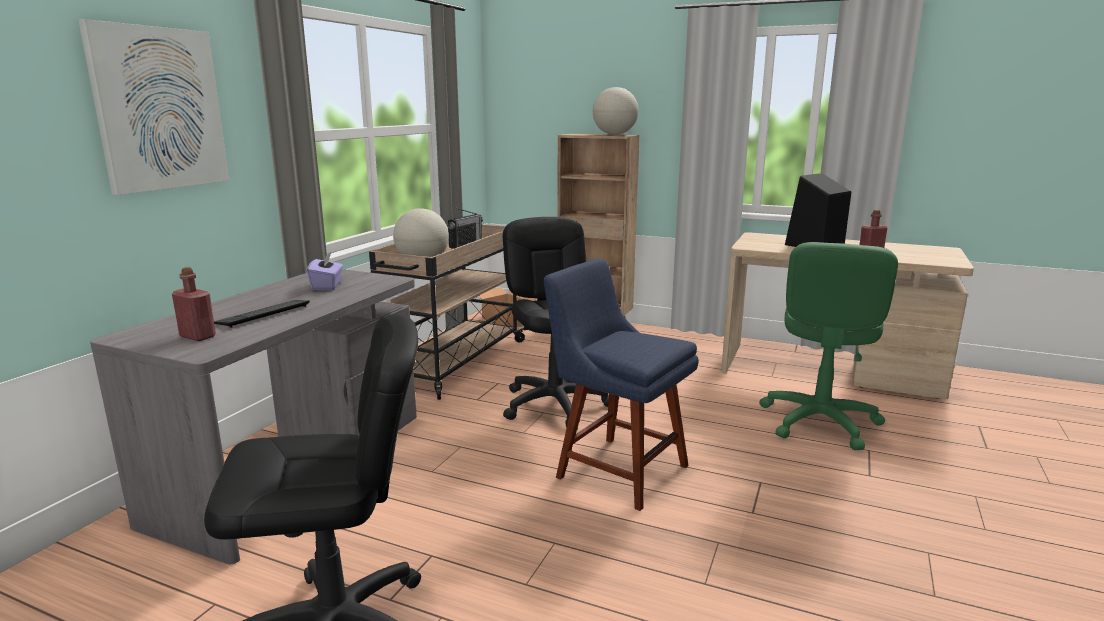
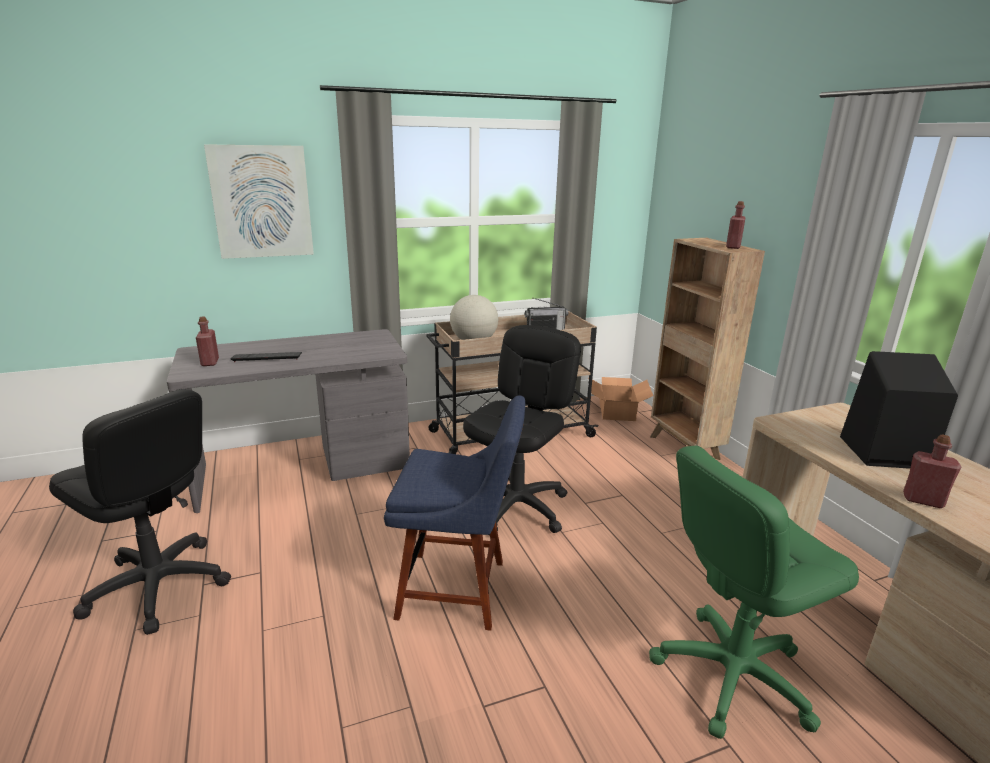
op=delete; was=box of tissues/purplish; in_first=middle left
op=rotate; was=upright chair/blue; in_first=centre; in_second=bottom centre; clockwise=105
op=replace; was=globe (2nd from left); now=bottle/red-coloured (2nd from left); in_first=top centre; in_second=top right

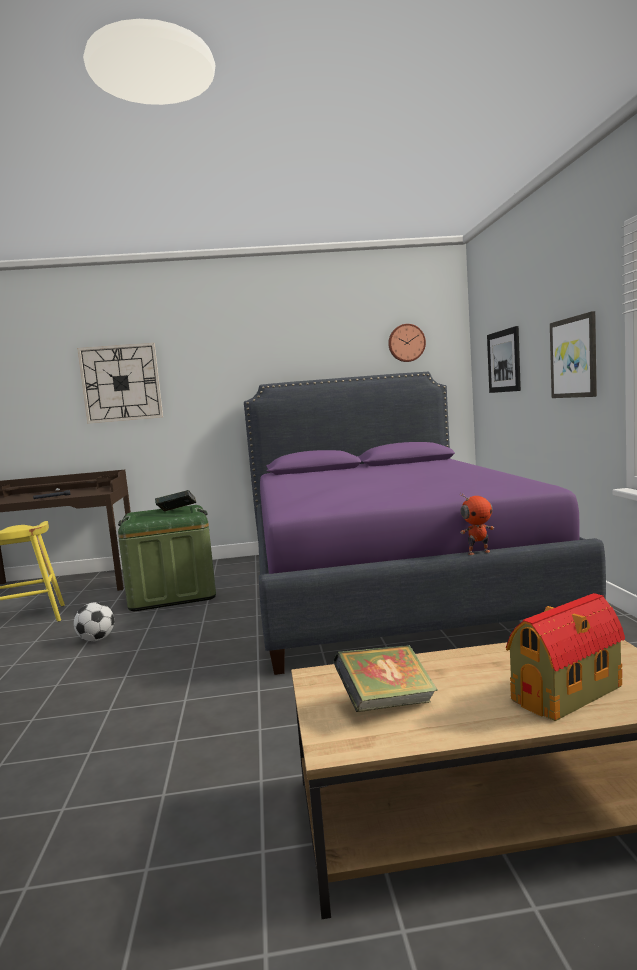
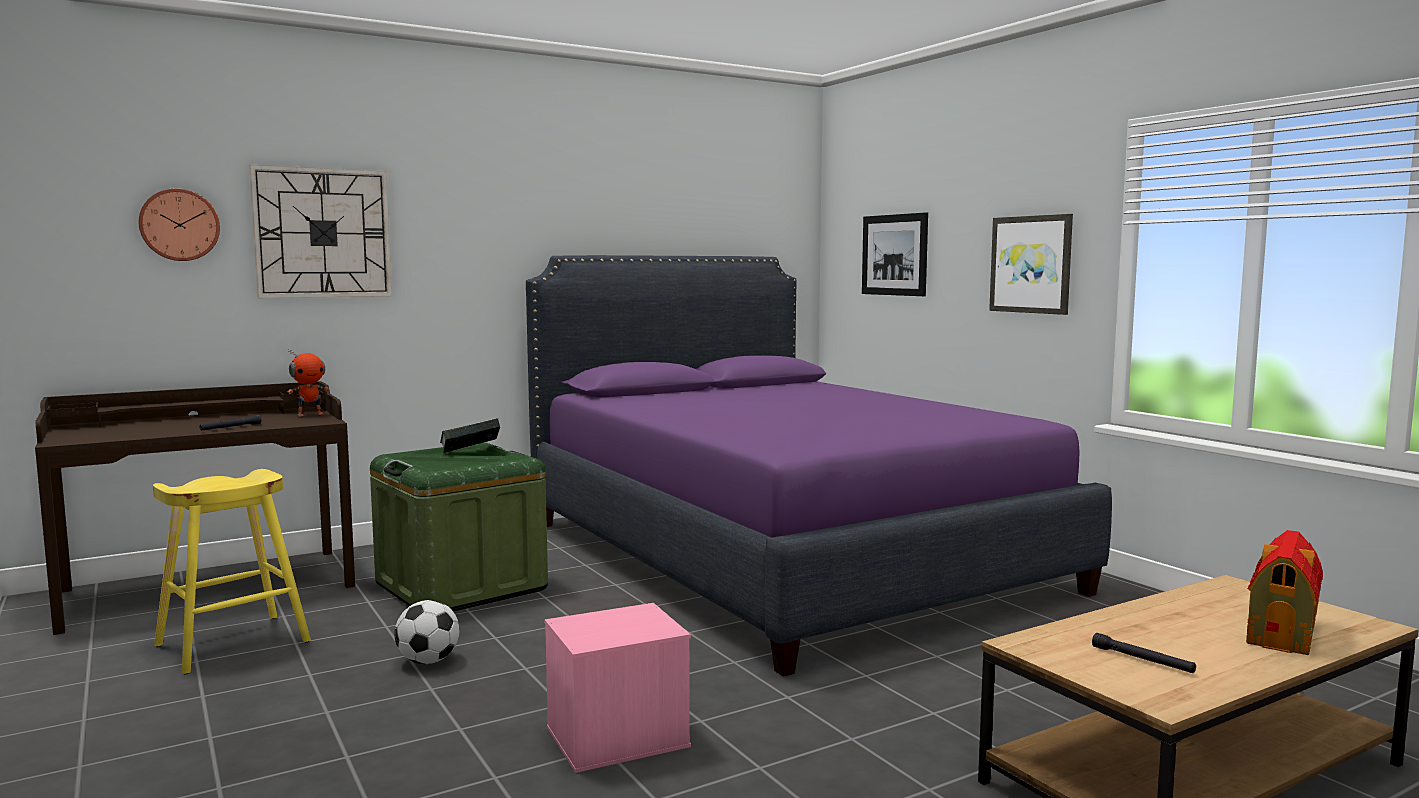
op=replace; was=volume (2nd from left); now=torch/black (2nd from left); in_first=bottom centre; in_second=bottom right
op=move; was=wall clock (2nd from left in the first image); now=wall clock (1st from left); in_first=centre; in_second=top left
op=move; was=robot figure; in_first=middle right; in_second=middle left
op=insert; now=storage box/pinkish; in_second=bottom centre

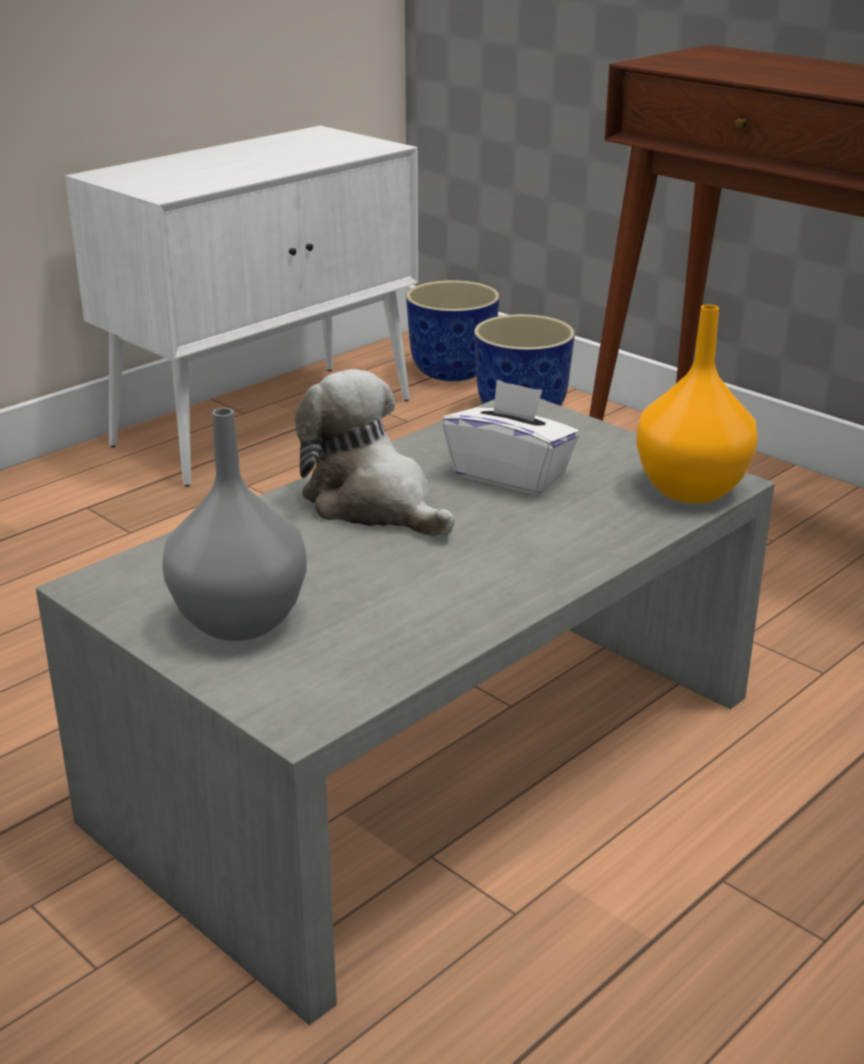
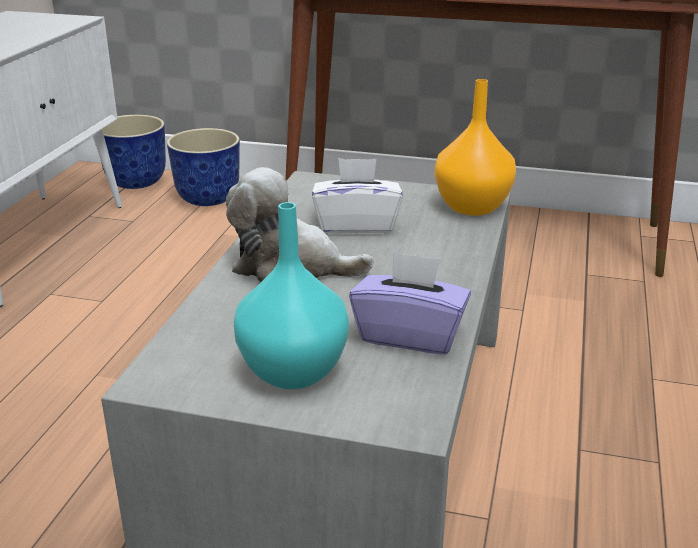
op=recolor; was=decorative vase/greyish; now=decorative vase/blue-green; in_first=middle left; in_second=centre
op=insert; now=box of tissues/purplish; in_second=centre

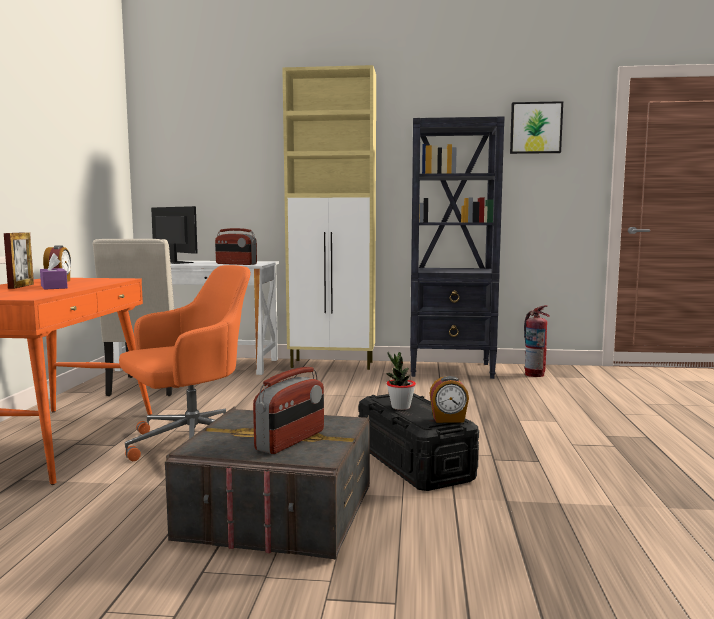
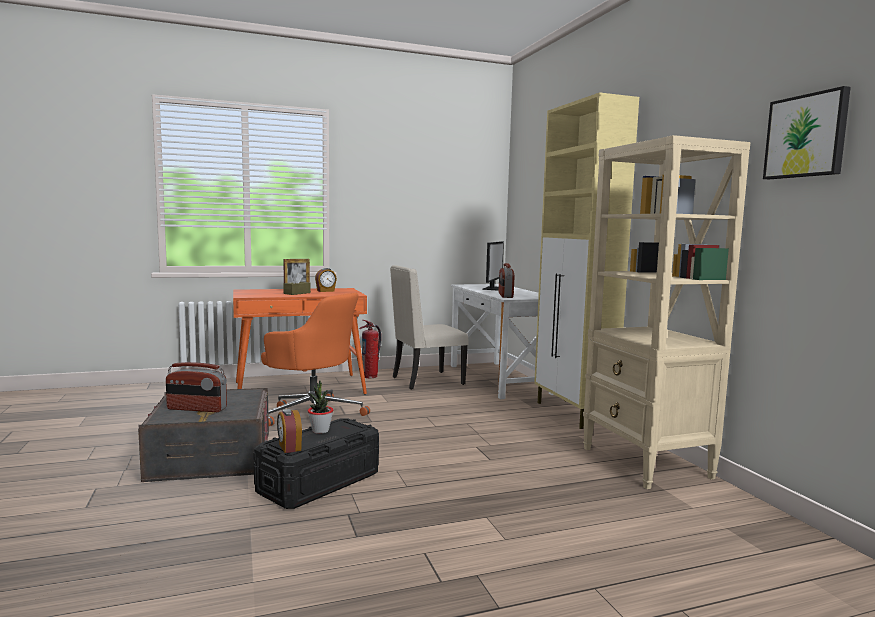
op=recolor; was=box of tissues/purplish; now=box of tissues/brownish; in_first=middle left; in_second=centre
op=recolor; was=shelving unit/black; now=shelving unit/beige-coloured; in_first=centre; in_second=middle right
op=move; was=extinguisher; in_first=middle right; in_second=centre

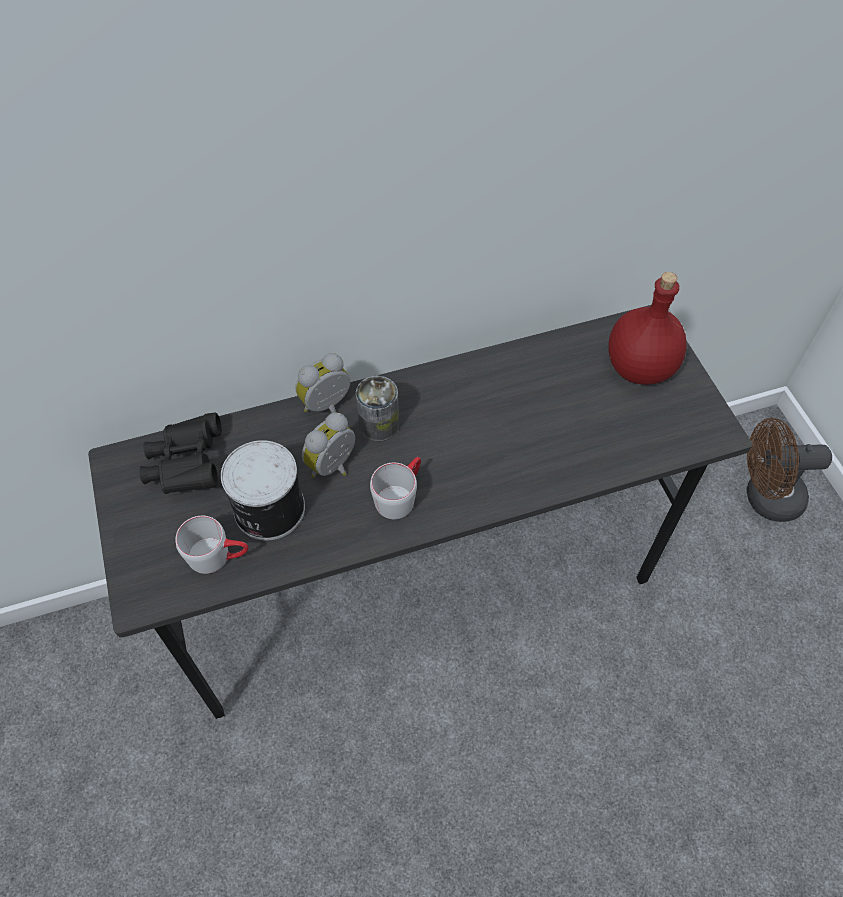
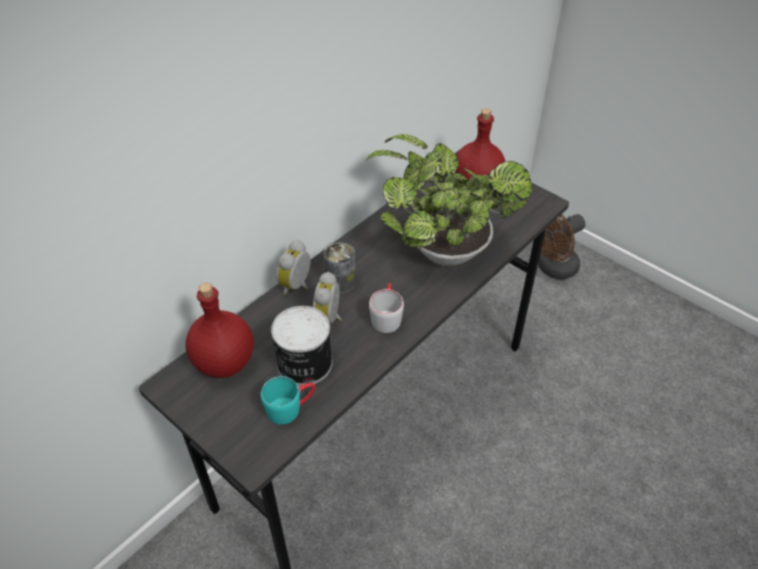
op=replace; was=binoculars/black; now=bottle/red-coloured (1st from left); in_first=middle left; in_second=middle left
op=recolor; was=tea mug/greyish (1st from left); now=tea mug/blue-green; in_first=middle left; in_second=bottom centre
op=insert; now=houseplant; in_second=centre

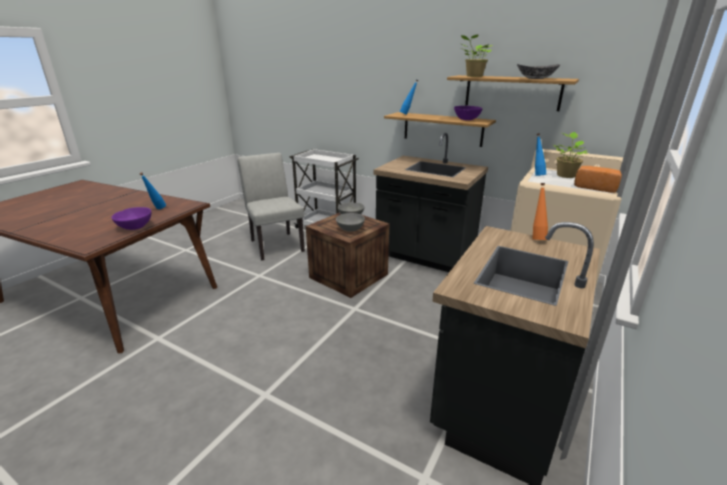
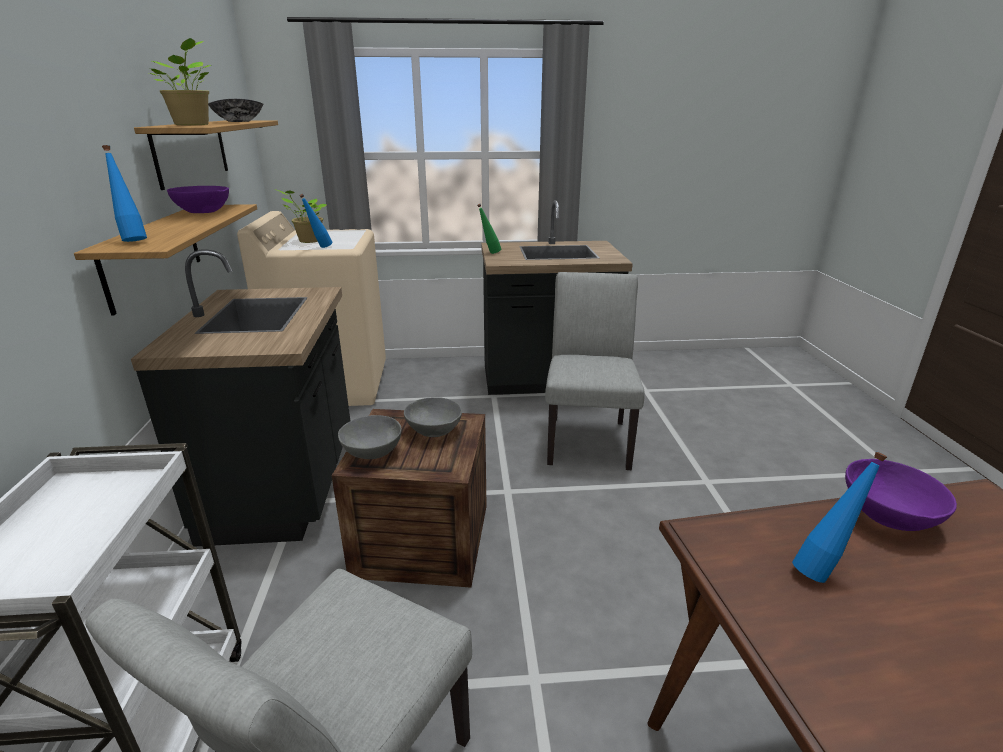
op=recolor; was=bottle/orange; now=bottle/greenish; in_first=middle right; in_second=top centre
op=delete; was=baked bread; in_first=middle right
op=insert; now=upright chair/greyish (2nd from left); in_second=centre

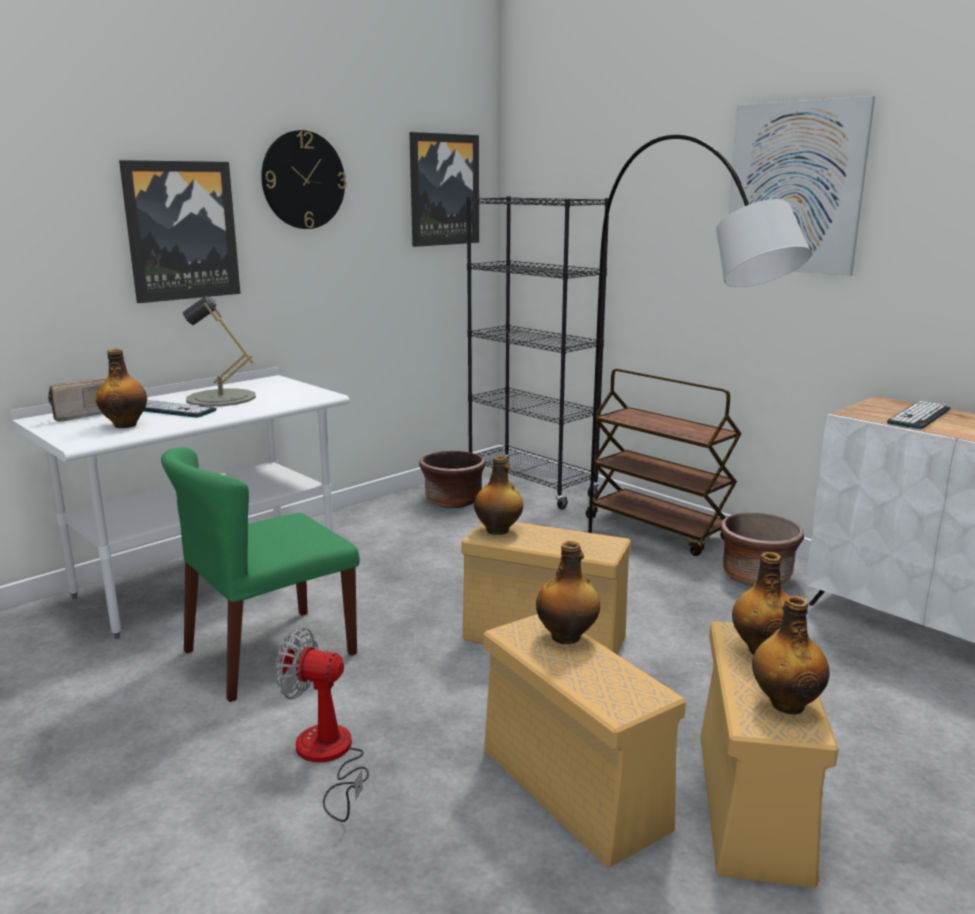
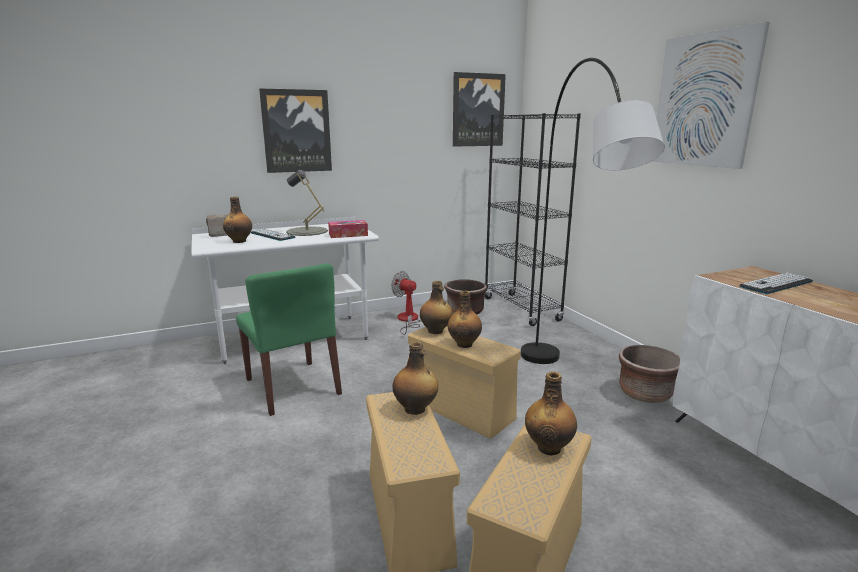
op=rotate; was=upright chair/greenish; in_first=middle left; in_second=centre; clockwise=-105
op=delete; was=wall clock; in_first=top left
op=move; was=cooling fan; in_first=bottom left; in_second=centre
op=delete; was=wheeled cart/brownish; in_first=middle right
op=move; was=bottle (5th from left in the first image); now=bottle (4th from left); in_first=bottom right; in_second=centre
op=insert; now=box of tissues; in_second=centre

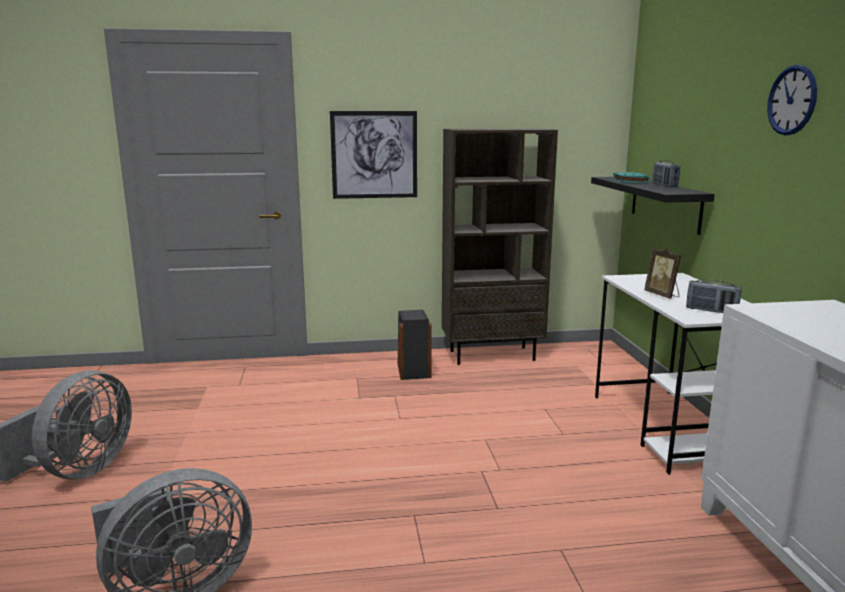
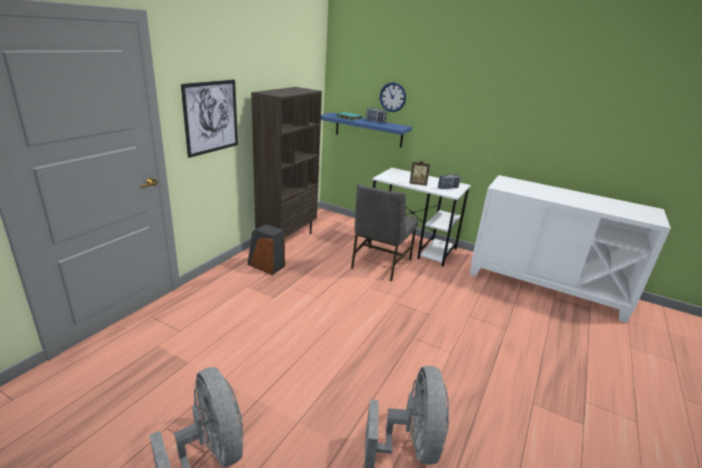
op=recolor; was=bracket shelf/black; now=bracket shelf/blue; in_first=middle right; in_second=top centre
op=move; was=wall clock; in_first=top right; in_second=top centre
op=insert; now=upright chair/greyish; in_second=centre

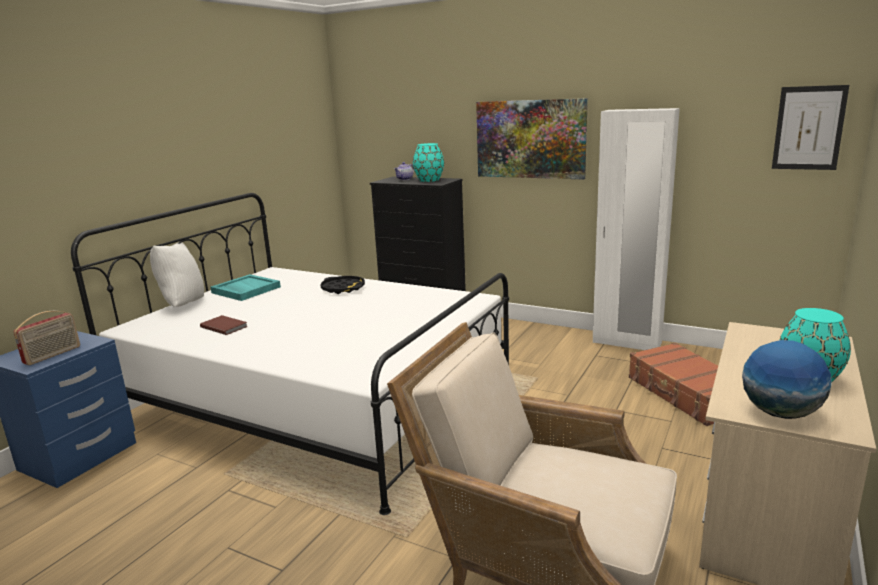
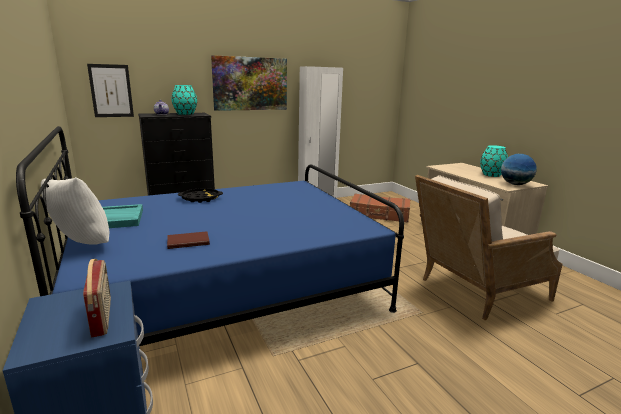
op=recolor; was=bed/white-coloured; now=bed/blue; in_first=middle left; in_second=centre
op=move; was=wall art (2nd from left in the first image); now=wall art (1st from left); in_first=top right; in_second=top left

